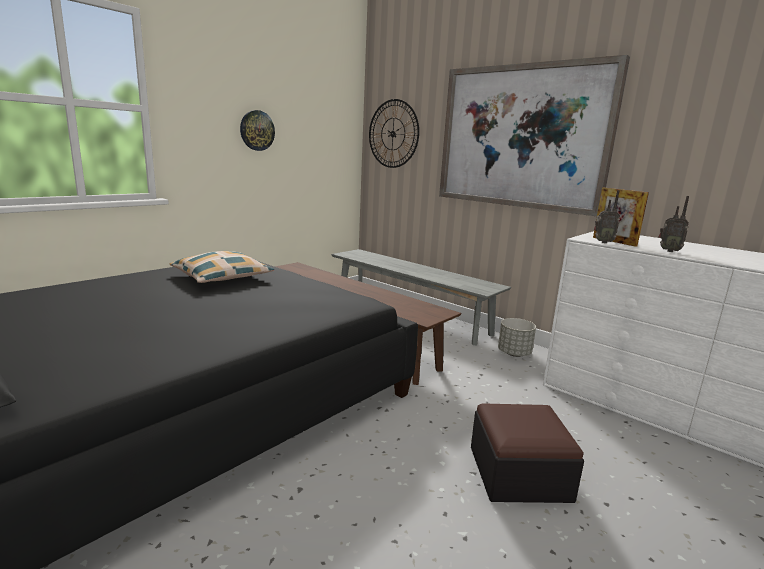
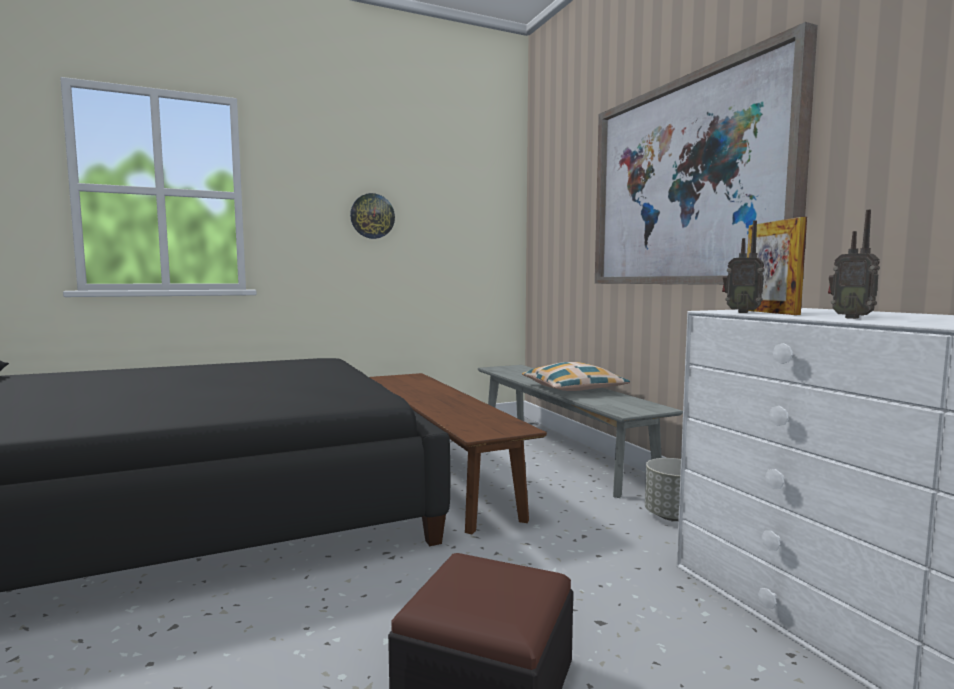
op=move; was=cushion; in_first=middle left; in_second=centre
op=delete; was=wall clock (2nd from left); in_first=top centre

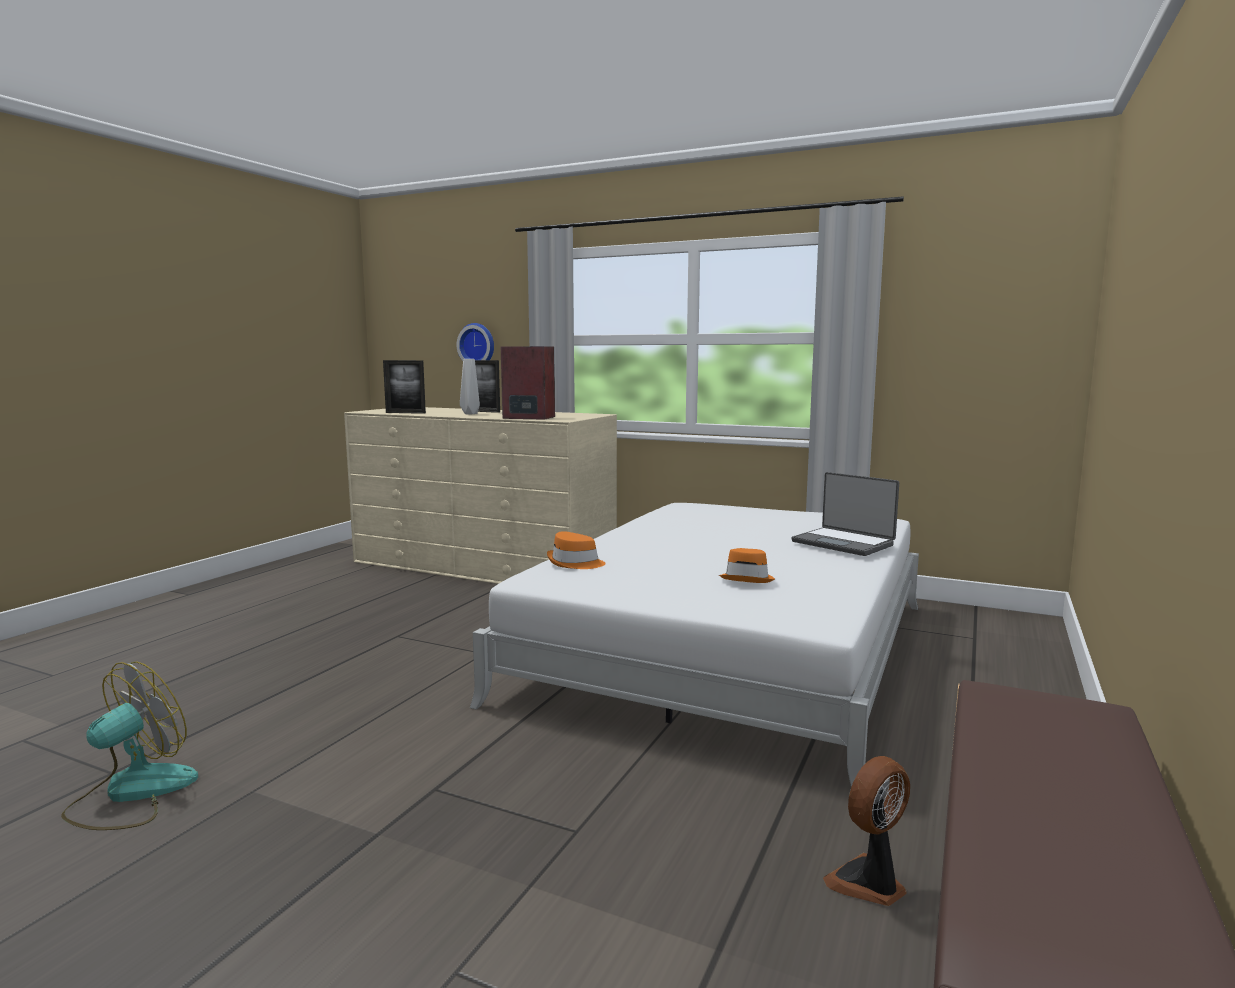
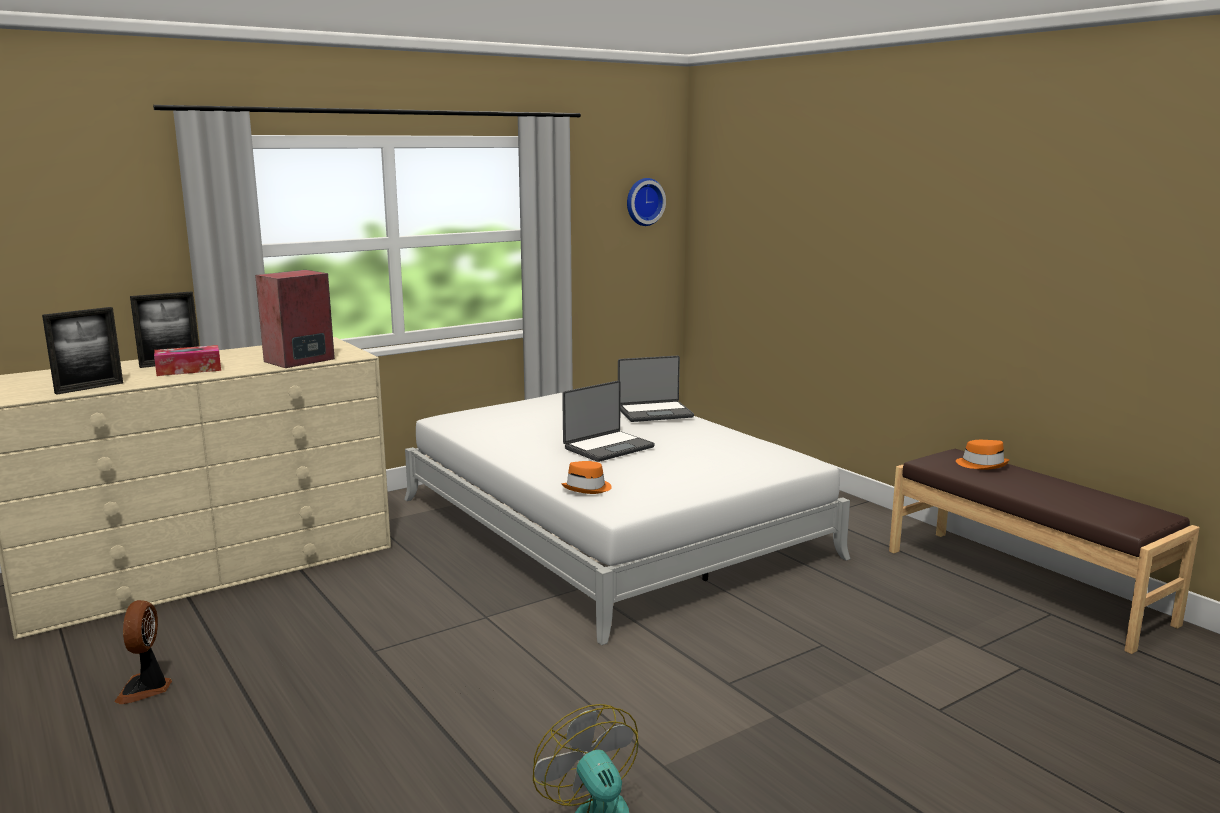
op=move; was=wall clock; in_first=centre; in_second=top centre
op=replace; was=decorative vase/greyish; now=box of tissues; in_first=centre; in_second=middle left
op=move; was=wearable hat/orange (2nd from left); in_first=centre; in_second=middle right
op=move; was=cooling fan (2nd from left in the first image); now=cooling fan (1st from left); in_first=bottom right; in_second=bottom left
op=insert; now=portable computer (1st from left); in_second=centre

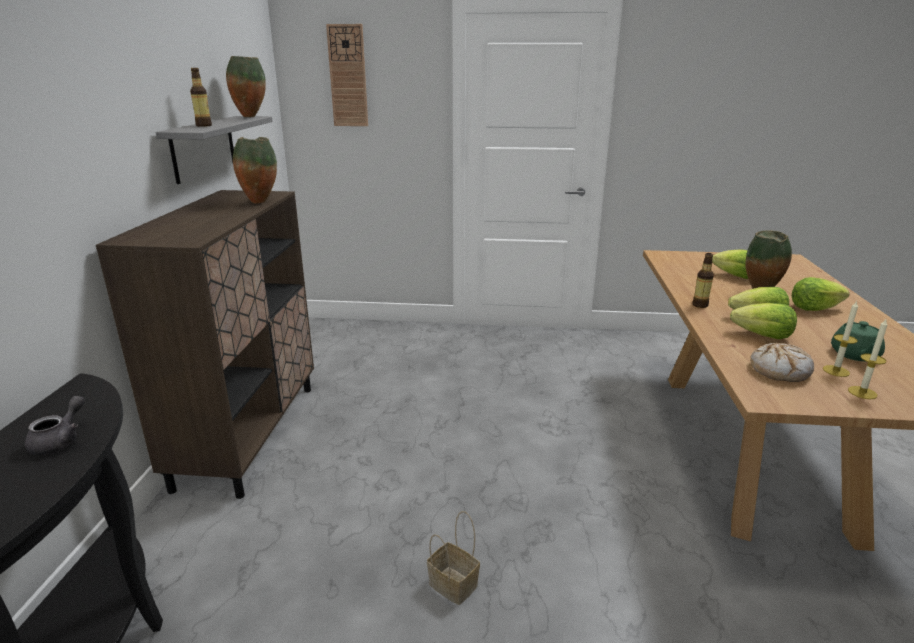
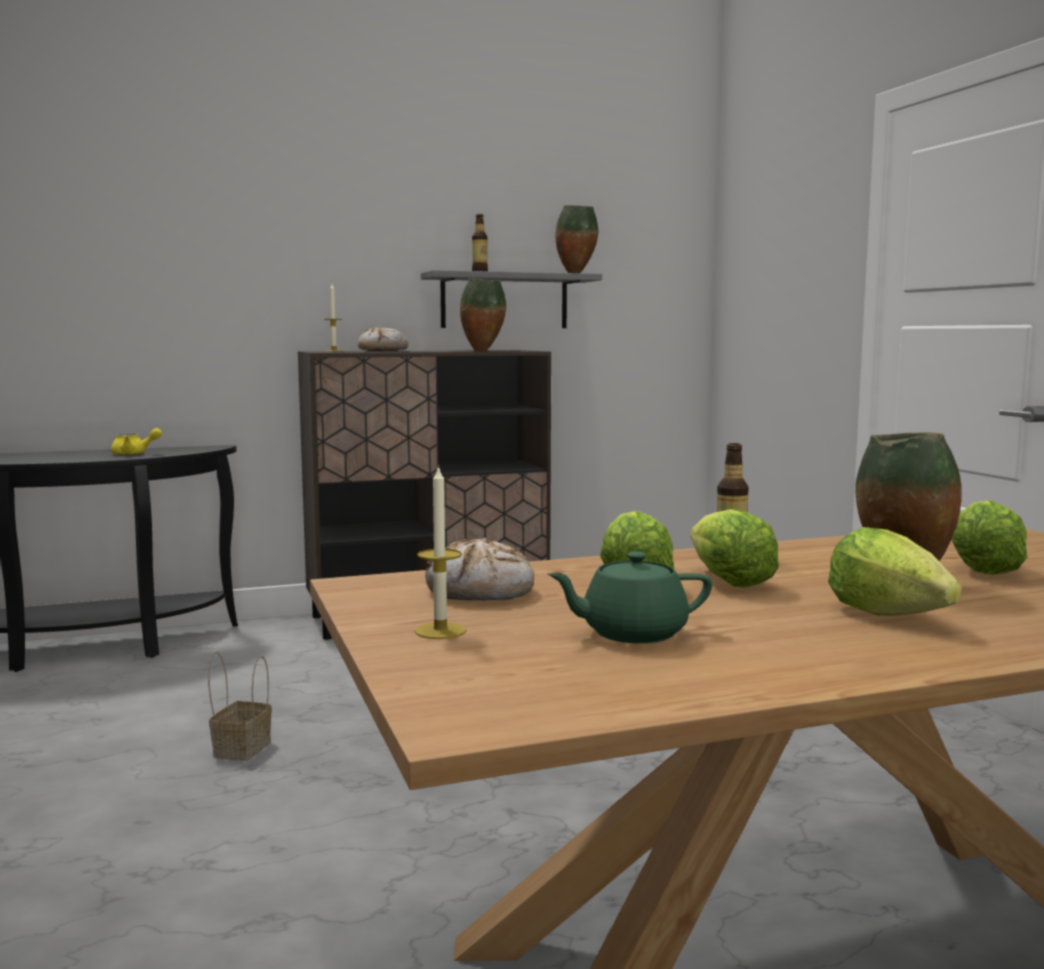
op=recolor; was=teapot/greyish; now=teapot/yellow; in_first=middle left; in_second=middle left
op=delete; was=wall clock; in_first=top centre
op=move; was=candle (1st from left); in_first=middle right; in_second=top left
op=insert; now=baked bread (1st from left); in_second=centre

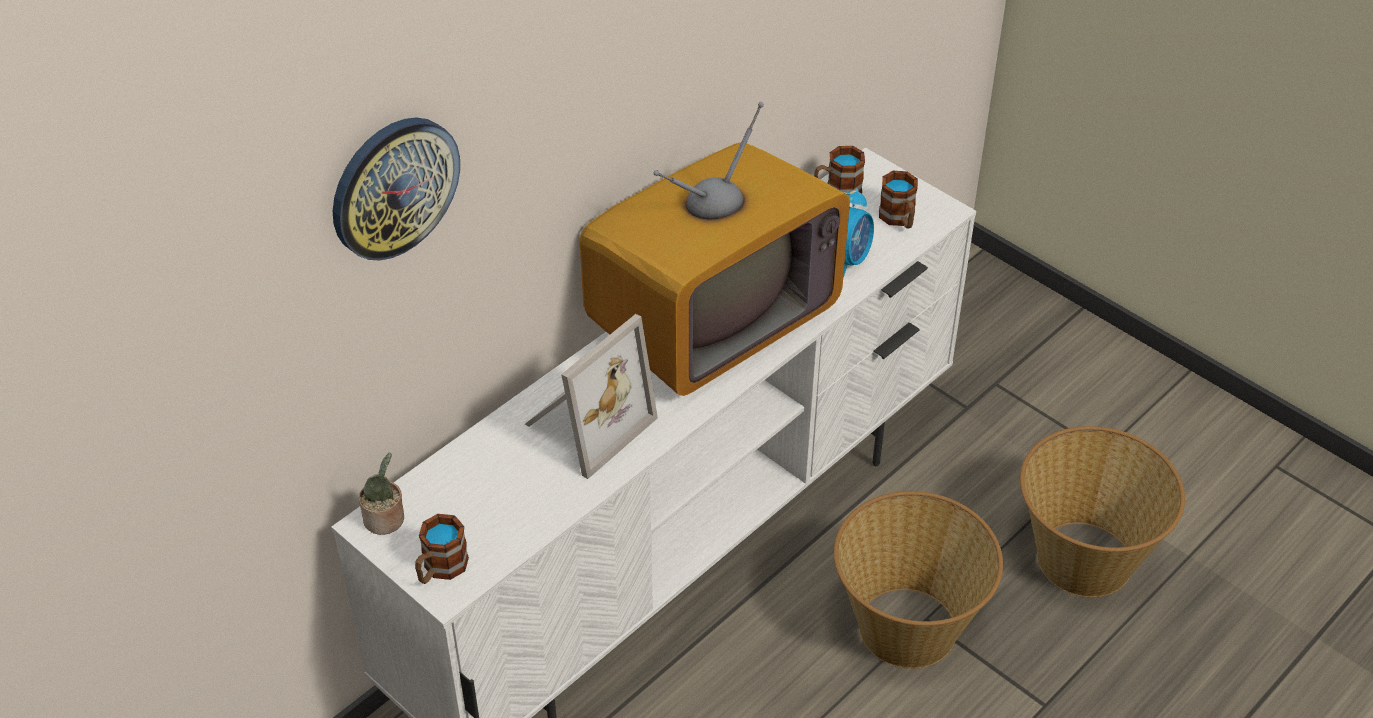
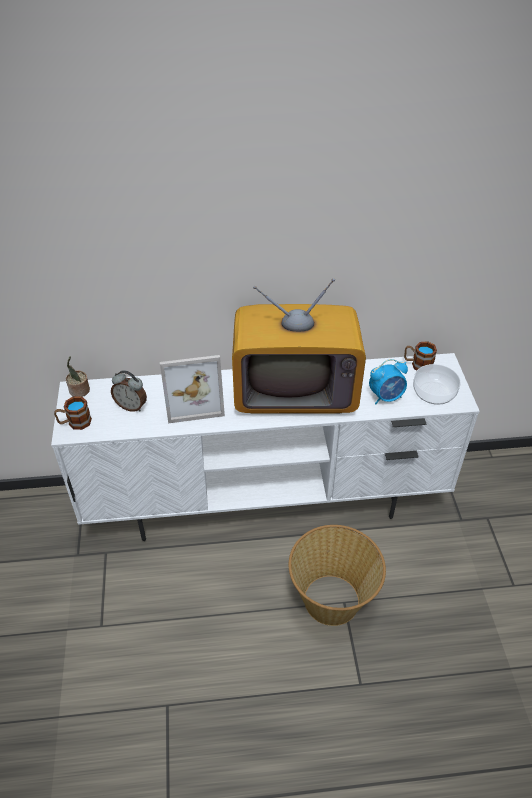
op=delete; was=wall clock; in_first=top left
op=replace; was=tea mug (3rd from left); now=deep dish; in_first=top centre; in_second=middle right
op=delete; was=basket (2nd from left); in_first=bottom right
op=insert; now=table clock (1st from left); in_second=middle left

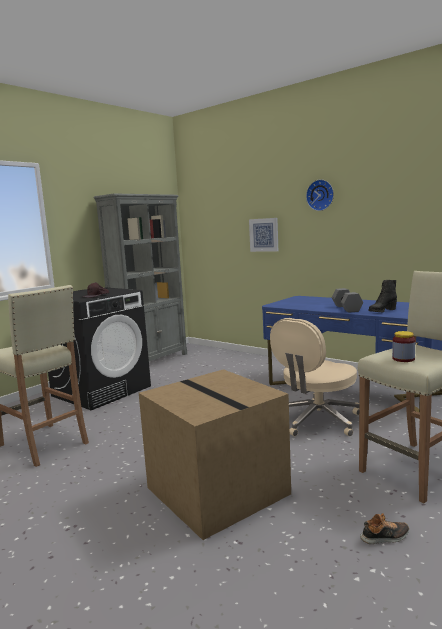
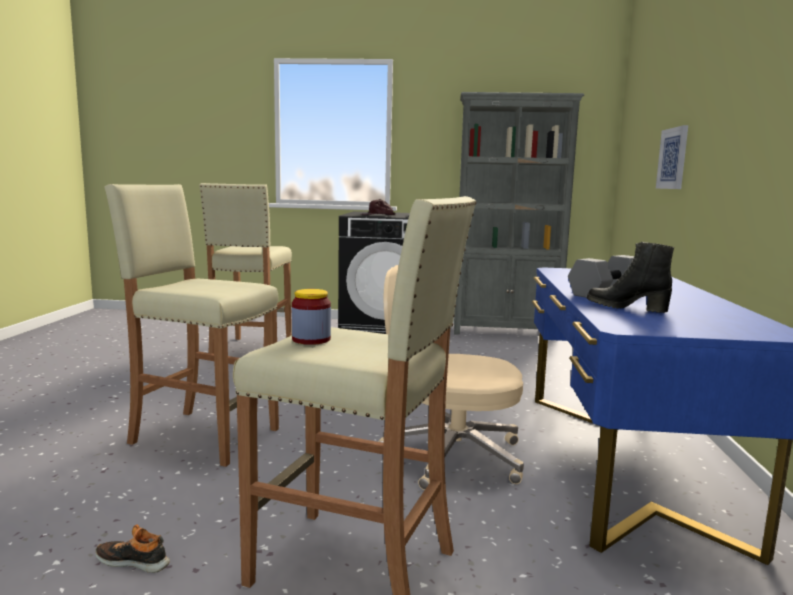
op=replace; was=carton; now=sitting stool/beige-coloured (1st from left); in_first=bottom centre; in_second=middle left
op=delete; was=wall clock; in_first=top right
op=rotate; was=low shoe; in_first=bottom right; in_second=bottom left; clockwise=150

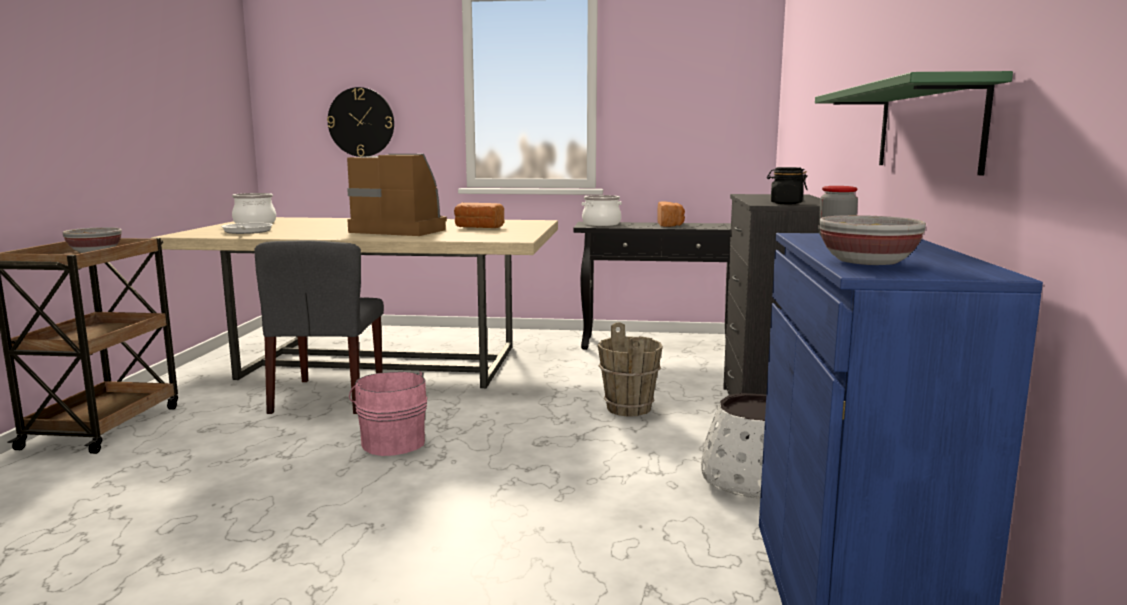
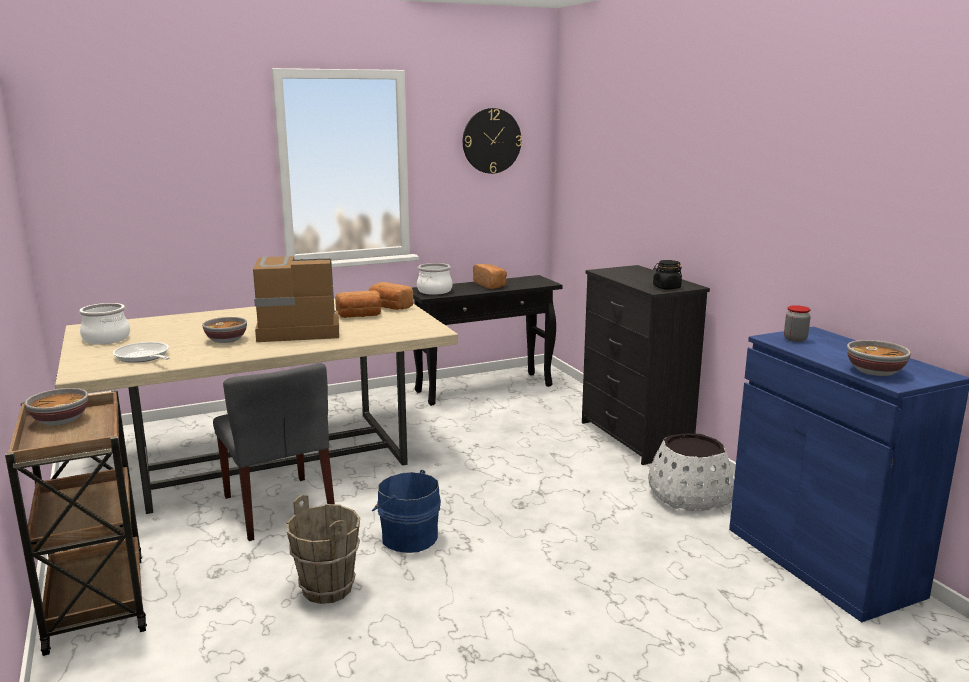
op=move; was=wall clock; in_first=top left; in_second=top centre
op=recolor; was=water bucket/pinkish; now=water bucket/blue; in_first=bottom centre; in_second=bottom centre
op=move; was=water bucket/brownish; in_first=centre; in_second=bottom centre
op=delete; was=bracket shelf/greenish; in_first=top right
op=insert; now=deep dish (2nd from left); in_second=middle left
op=insert; now=baked bread (2nd from left); in_second=centre

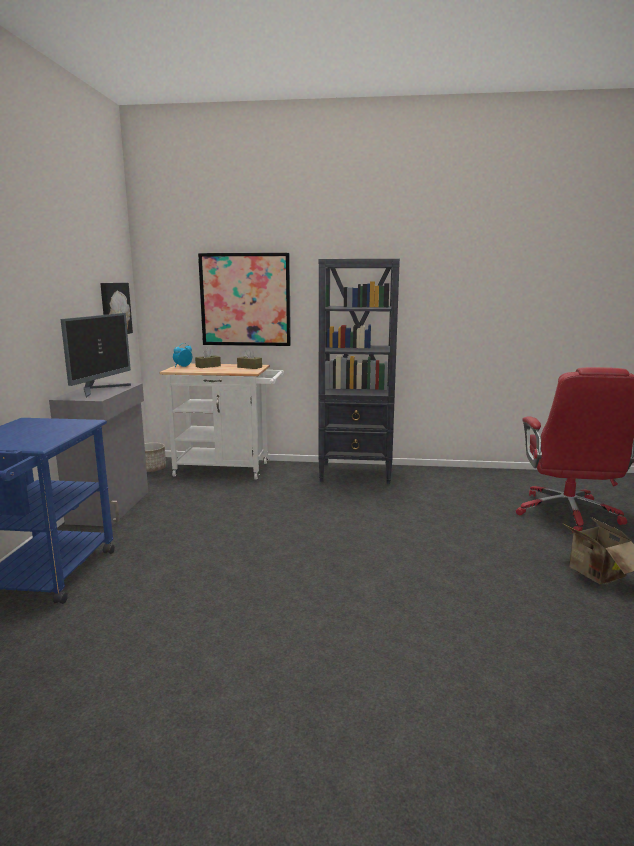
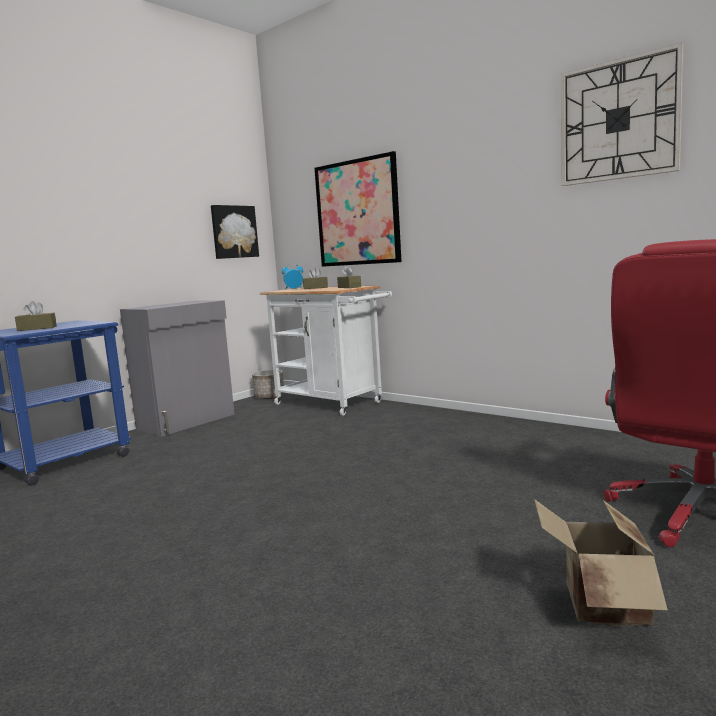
op=delete; was=computer display; in_first=middle left
op=delete; was=shelving unit/black; in_first=centre
op=insert; now=box of tissues/brownish (1st from left); in_second=middle left
op=insert; now=wall clock; in_second=top right

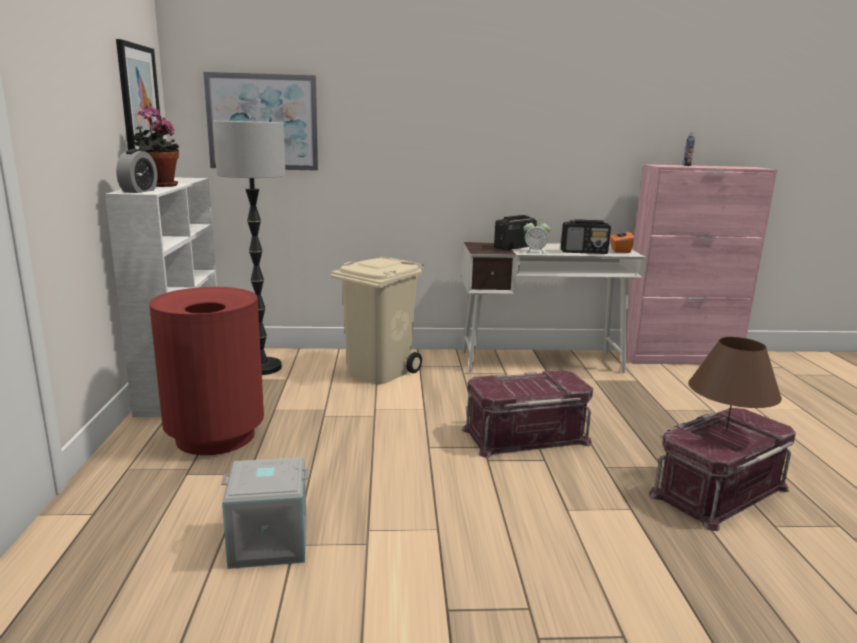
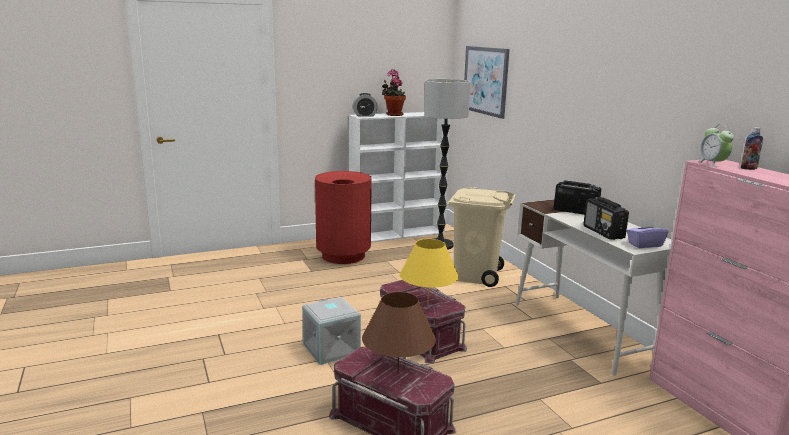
op=delete; was=wall art (1st from left); in_first=top left
op=move; was=storage box/greyish; in_first=bottom left; in_second=bottom centre
op=move; was=table clock (2nd from left); in_first=centre; in_second=middle right
op=recolor; was=box of tissues/orange; now=box of tissues/purplish; in_first=middle right; in_second=middle right
op=insert; now=table lamp/yellow; in_second=centre

